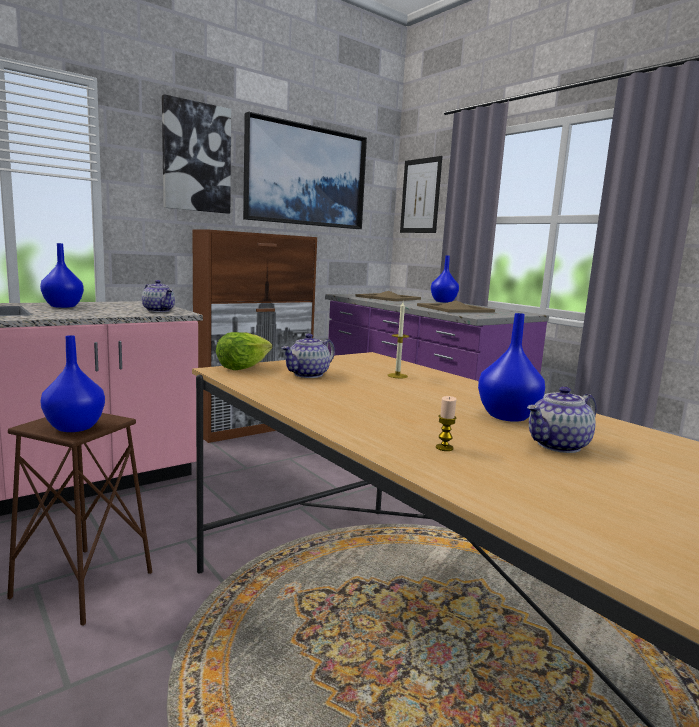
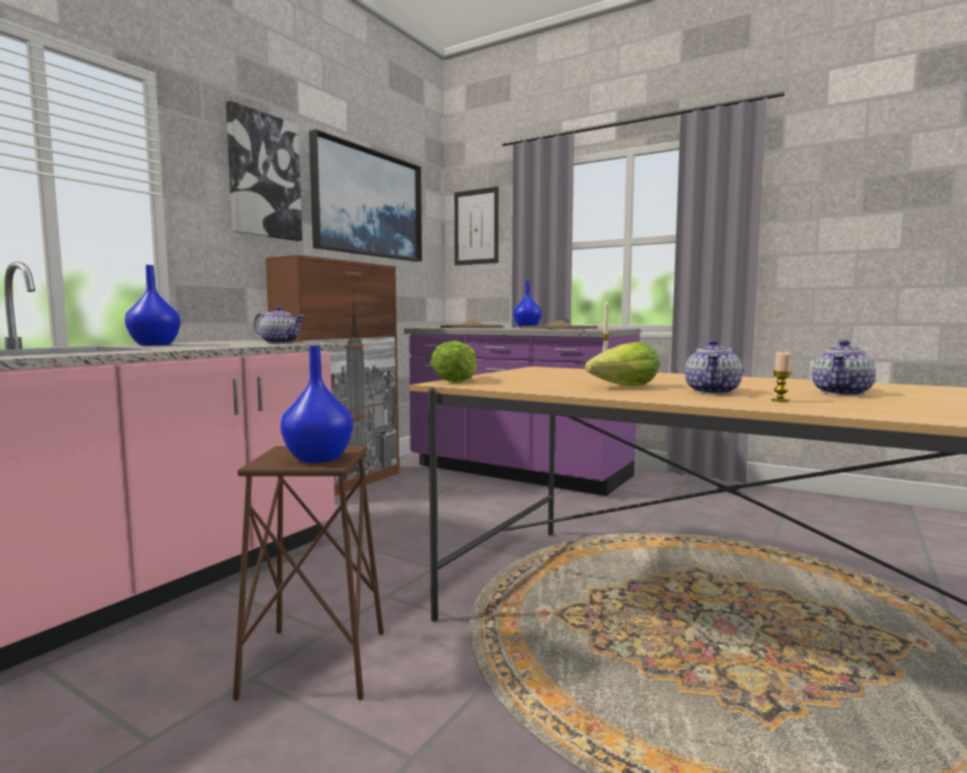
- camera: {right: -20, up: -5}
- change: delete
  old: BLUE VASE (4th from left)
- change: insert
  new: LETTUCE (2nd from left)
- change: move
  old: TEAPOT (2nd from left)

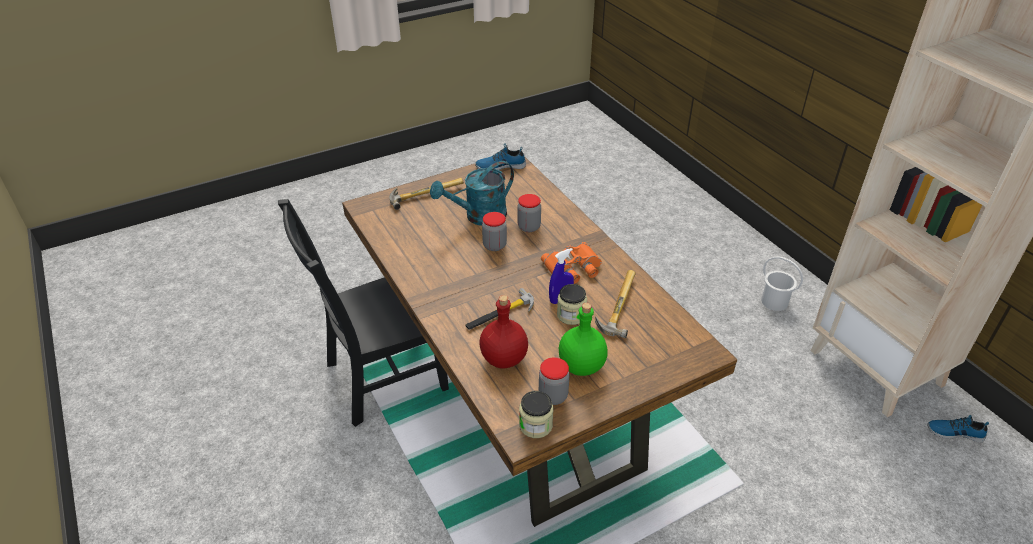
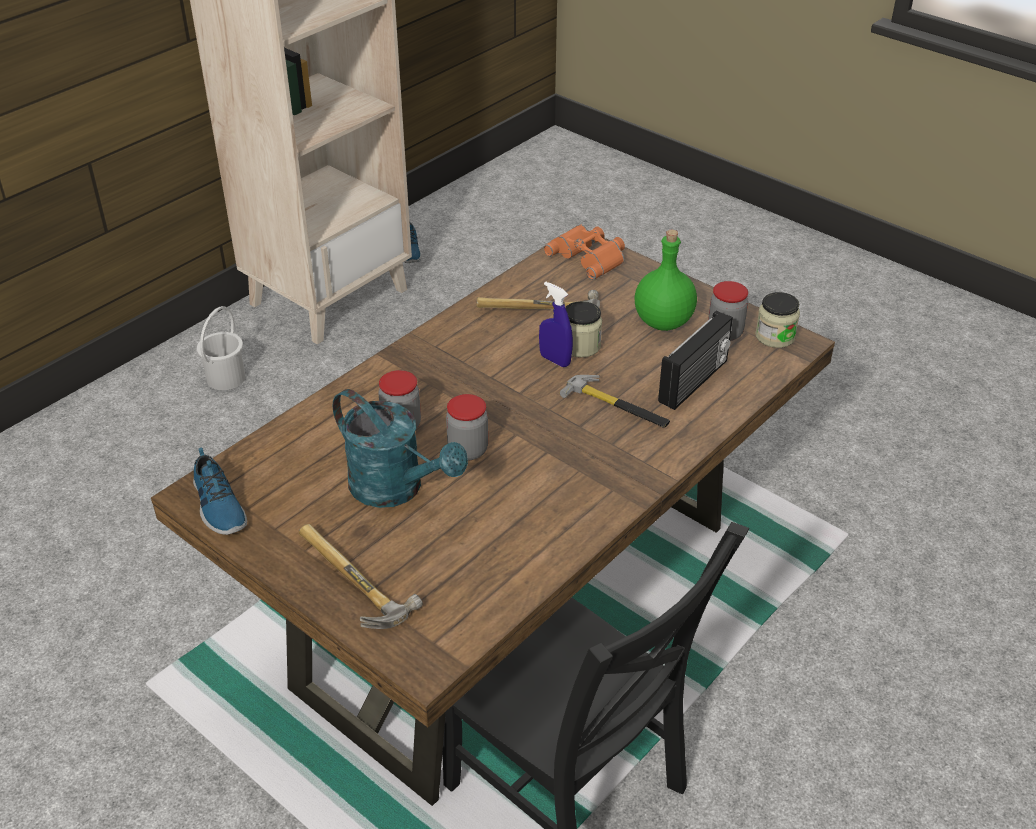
- camera: {right: -110, up: 0}
- change: move
  old: ORANGE BINOCULARS
- change: replace
  old: RED BOTTLE
  new: RADIO

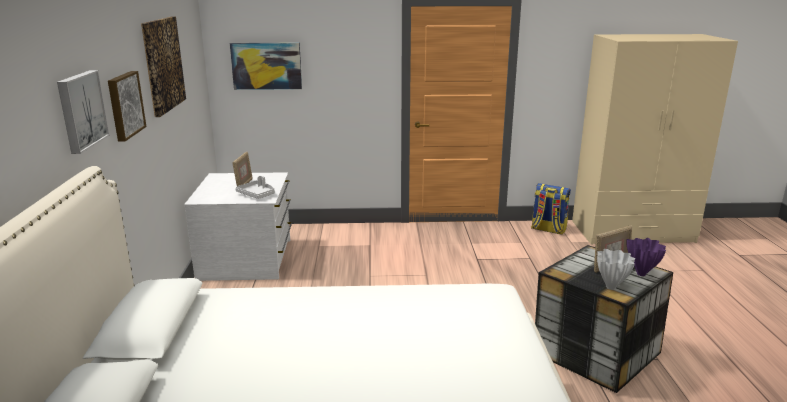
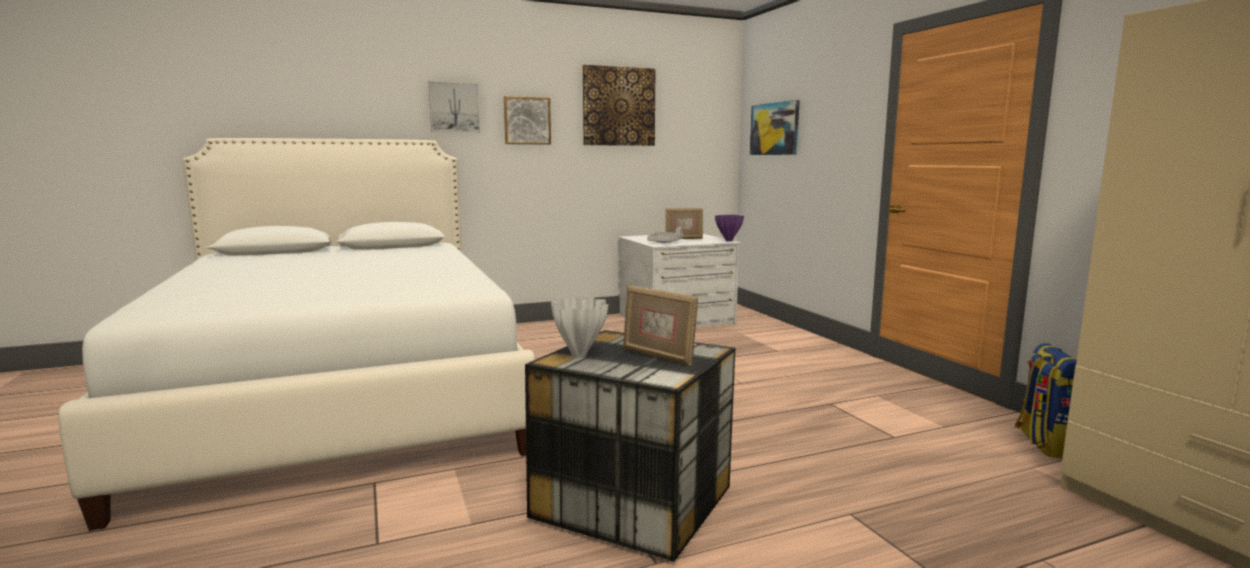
- camera: {right: 70, up: -10}
- change: move
  old: PURPLE VASE

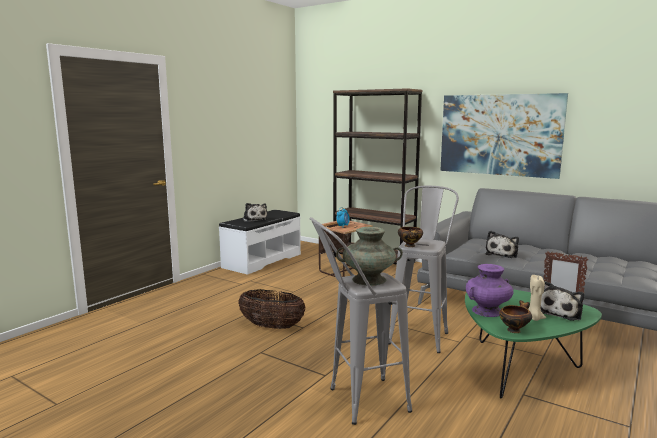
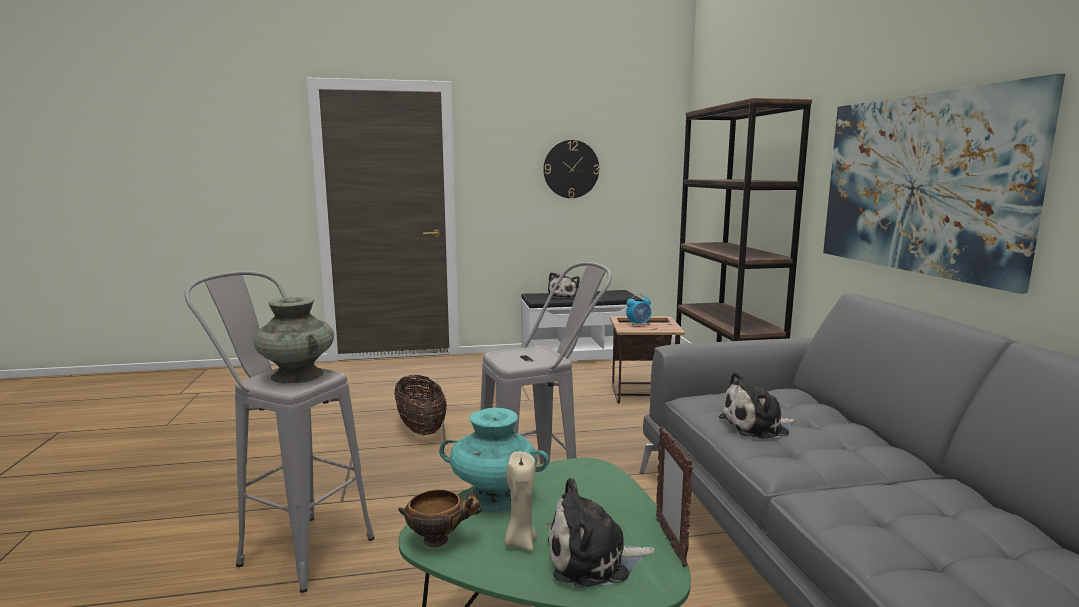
- camera: {right: 45, up: 0}
- change: delete
  old: BOWL (1st from left)
- change: insert
  new: WALL CLOCK
- change: recolor
  old: PURPLE VASE
  new: TURQUOISE VASE (2nd from left)

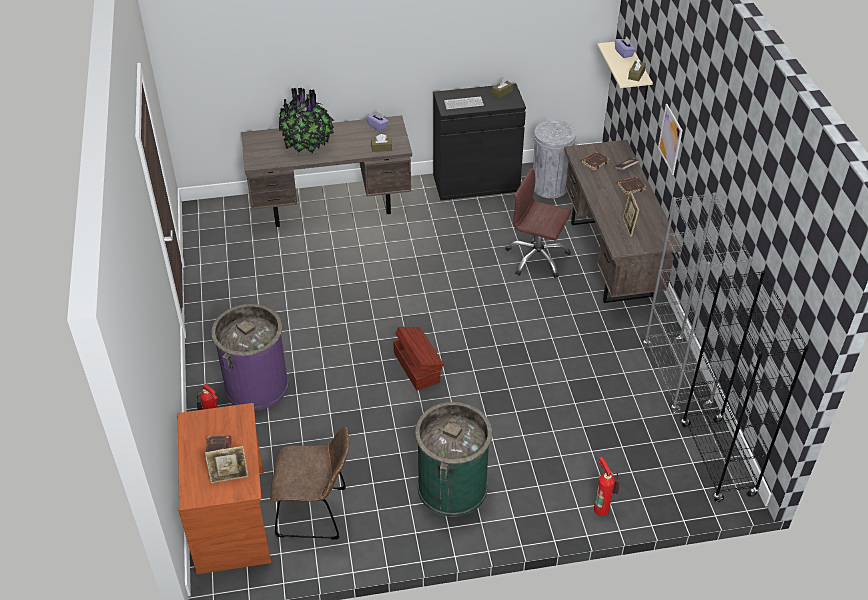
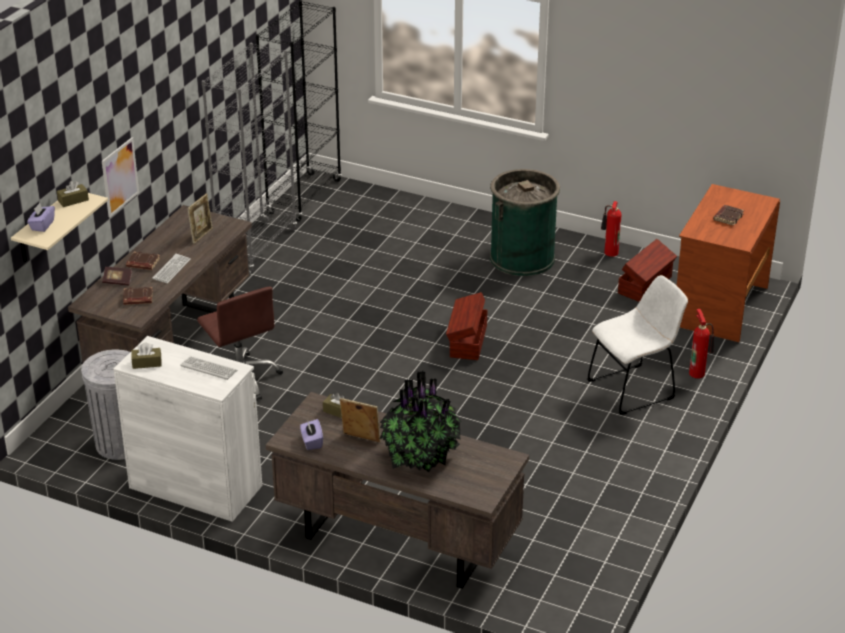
- camera: {right: -145, up: -10}
- change: insert
  new: KEYBOARD (1st from left)
- change: move
  old: PICTURE FRAME (1st from left in the first image)
  new: PICTURE FRAME (2nd from left)
- change: move
  old: FIRE EXTINGUISHER (2nd from left in the first image)
  new: FIRE EXTINGUISHER (1st from left)
- change: replace
  old: PURPLE TRASH CAN
  new: WHITE CHAIR
- change: replace
  old: BROWN CHAIR
  new: BROWN STORAGE BOX (2nd from left)
- change: recolor
  old: BLACK CABINET
  new: WHITE CABINET

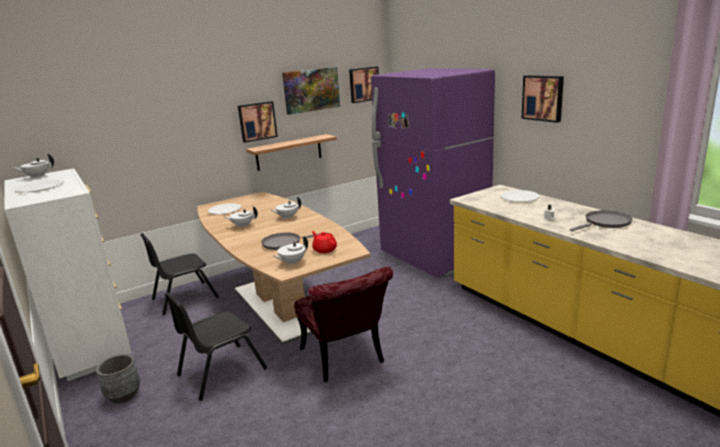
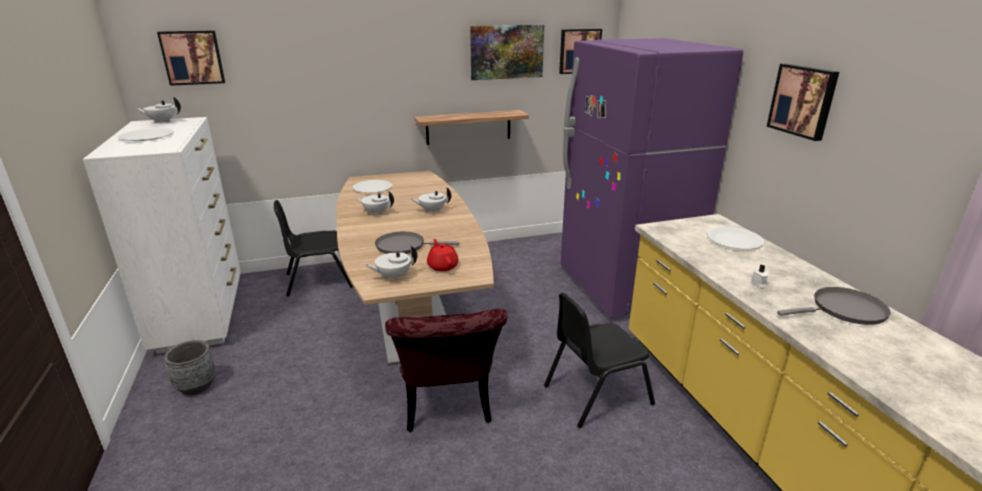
- camera: {right: 15, up: 5}
- change: move
  old: BLACK CHAIR (2nd from left)
- change: move
  old: PICTURE (1st from left)

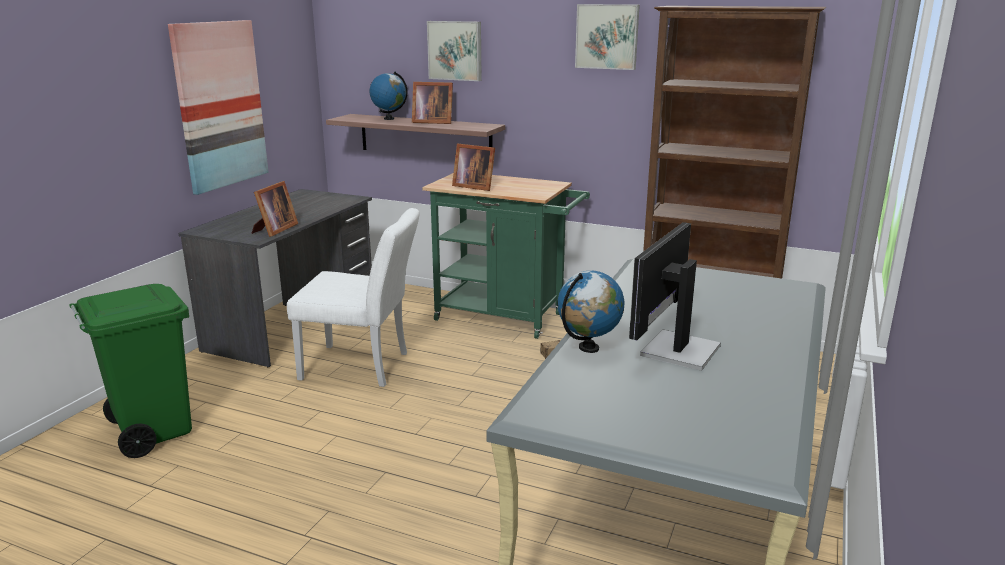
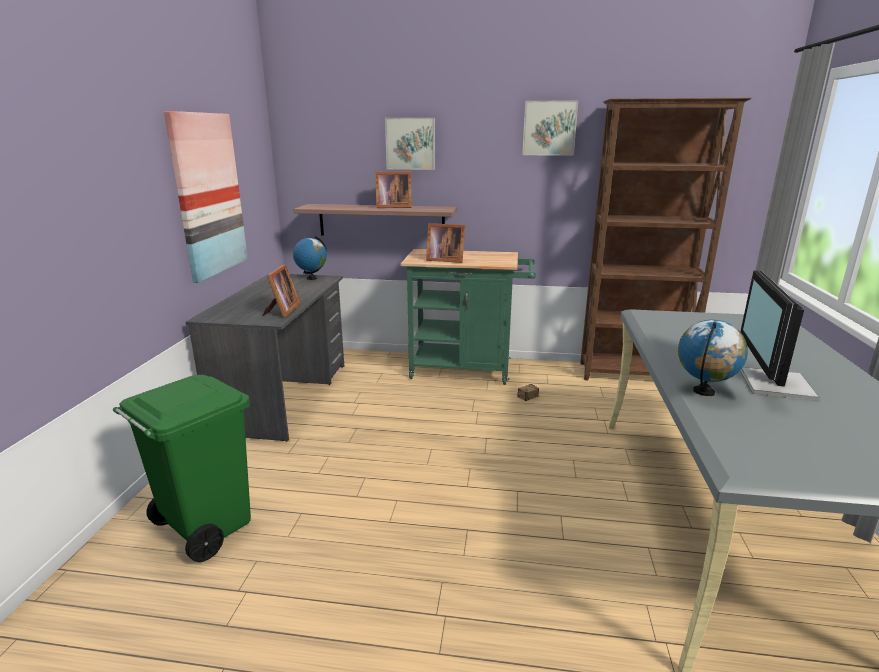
- camera: {right: -15, up: 0}
- change: delete
  old: WHITE CHAIR
- change: move
  old: GLOBE (1st from left)

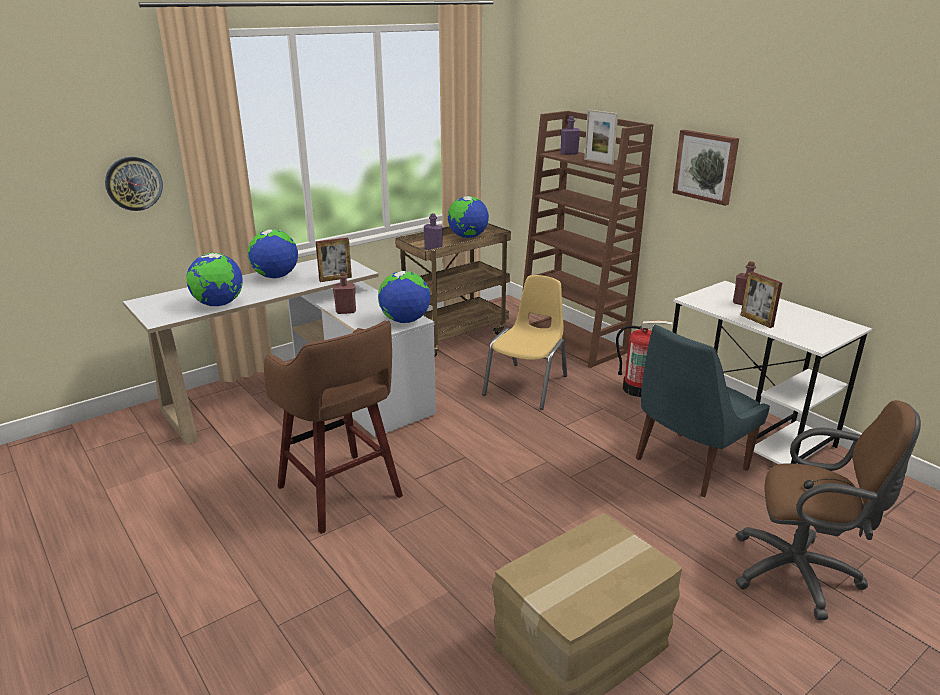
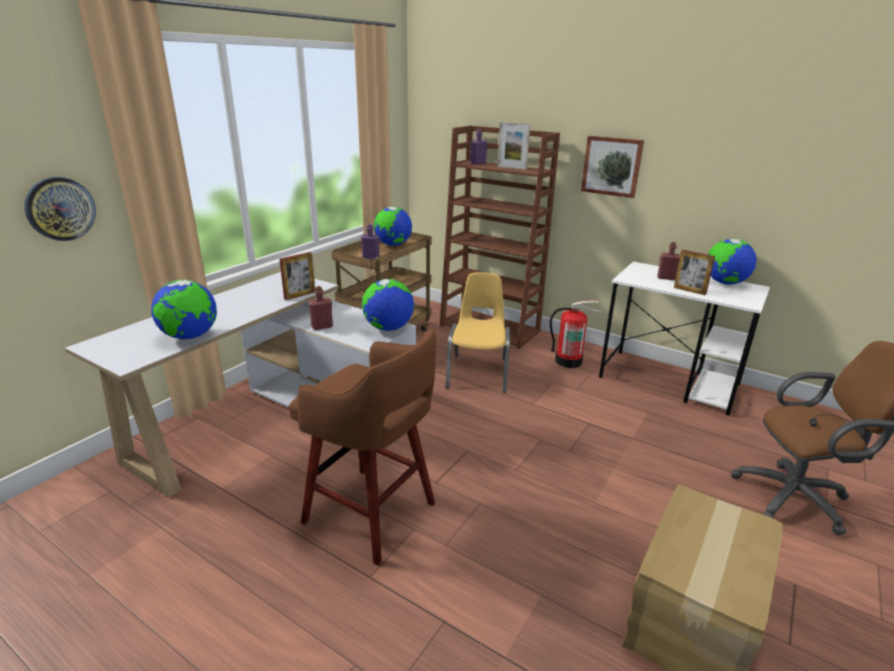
- camera: {right: -20, up: 0}
- change: delete
  old: BLUE CHAIR
- change: move
  old: GLOBE (2nd from left in the first image)
  new: GLOBE (4th from left)

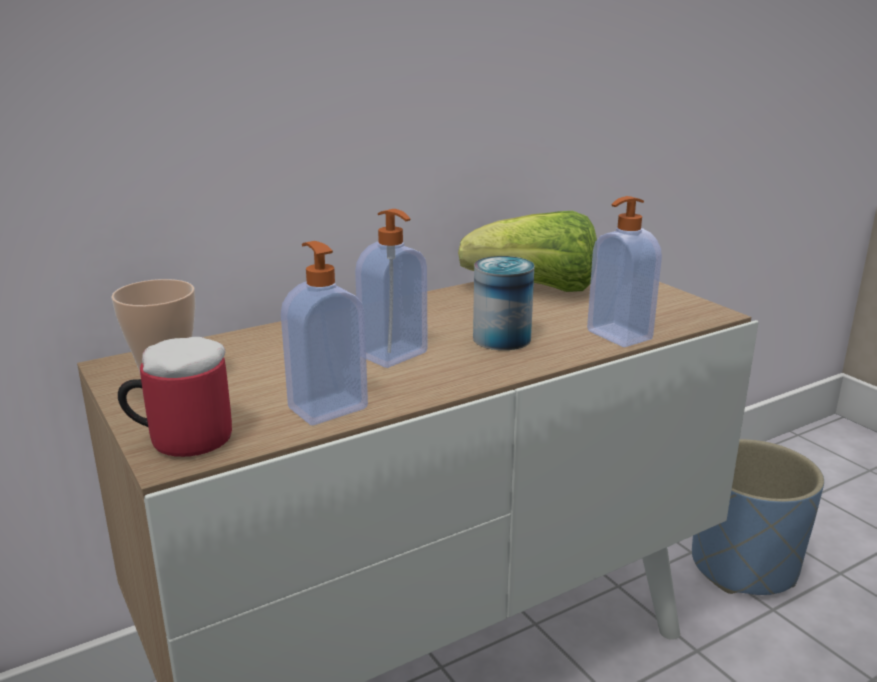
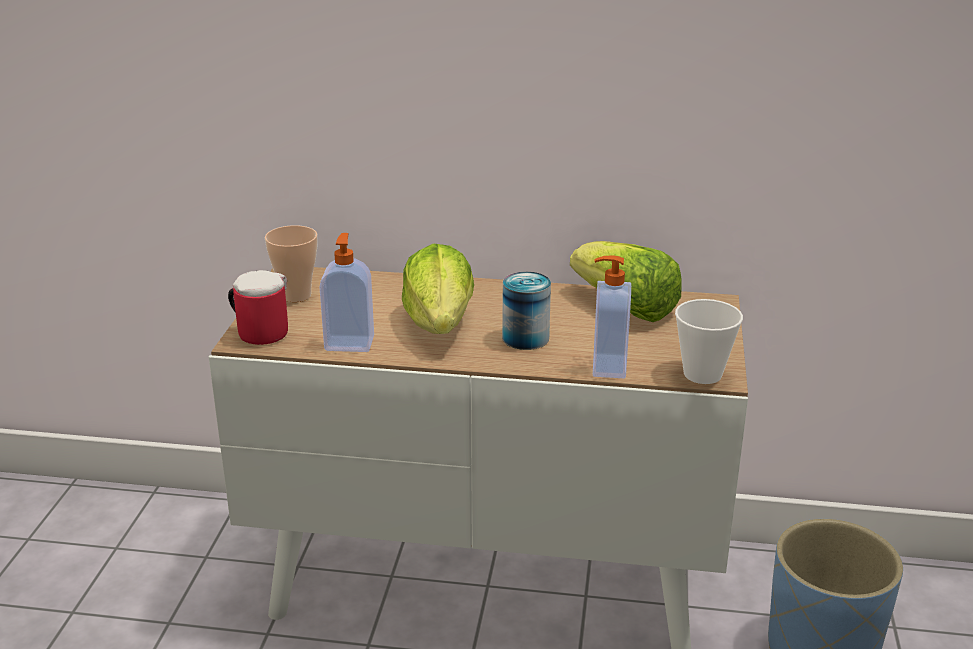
- camera: {right: 40, up: 5}
- change: insert
  new: CUP (2nd from left)
- change: replace
  old: SOAP DISPENSER (2nd from left)
  new: LETTUCE (1st from left)

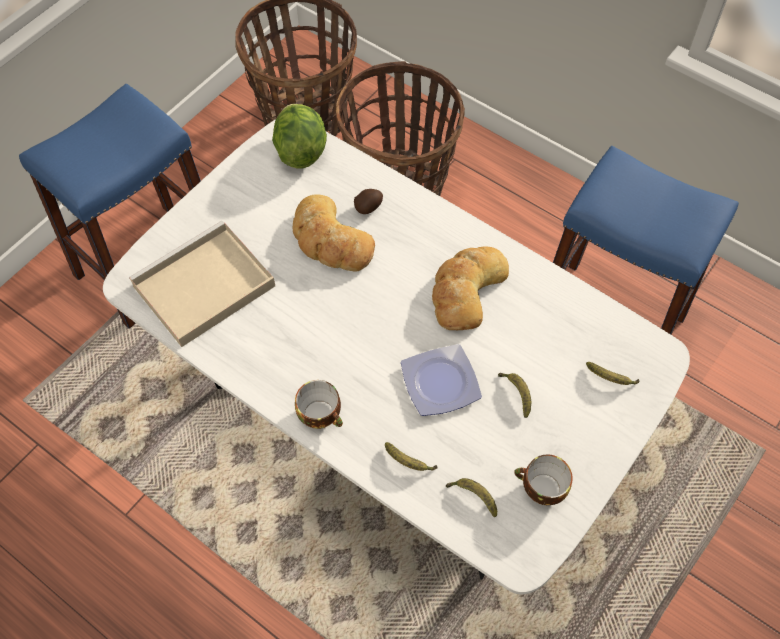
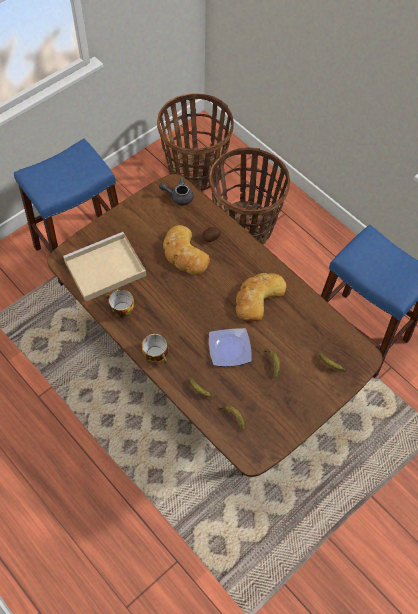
- camera: {right: 10, up: 0}
- change: move
  old: CUP (2nd from left in the first image)
  new: CUP (1st from left)
- change: replace
  old: LETTUCE
  new: GREY TEAPOT
- change: recolor
  old: WHITE DINING TABLE
  new: BROWN DINING TABLE

